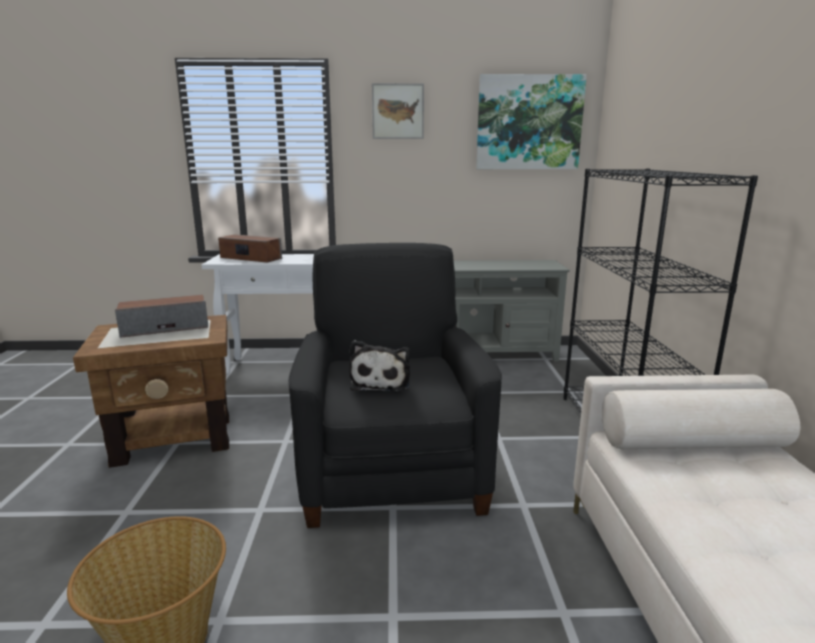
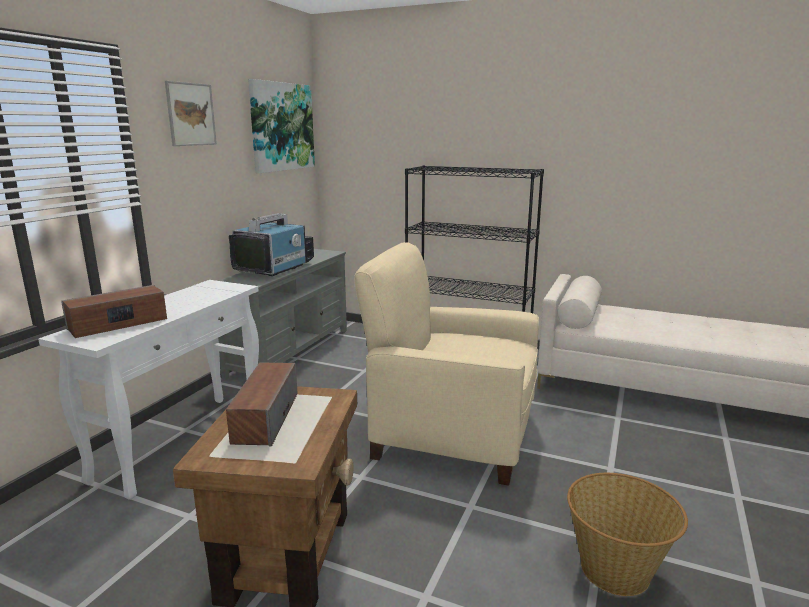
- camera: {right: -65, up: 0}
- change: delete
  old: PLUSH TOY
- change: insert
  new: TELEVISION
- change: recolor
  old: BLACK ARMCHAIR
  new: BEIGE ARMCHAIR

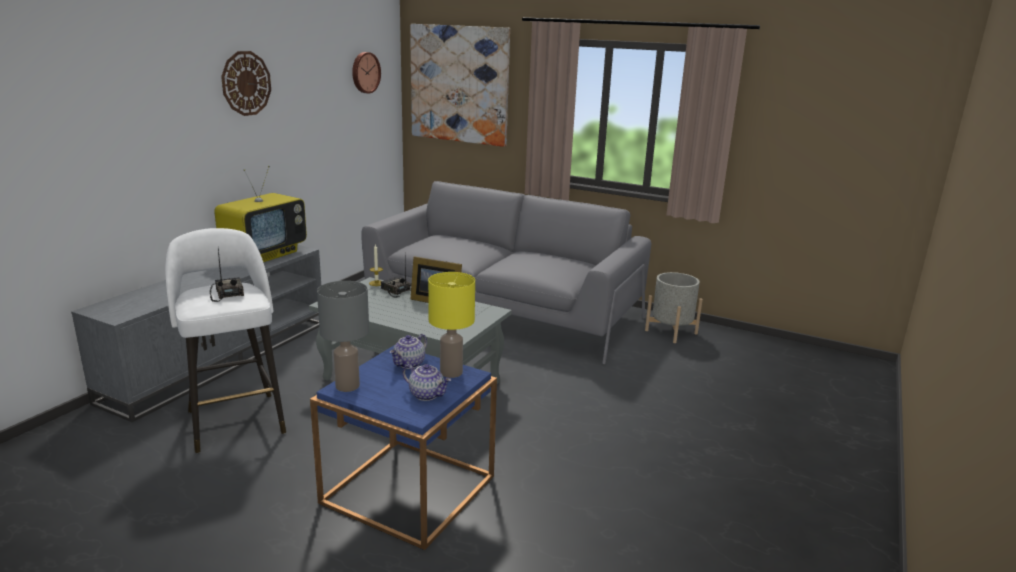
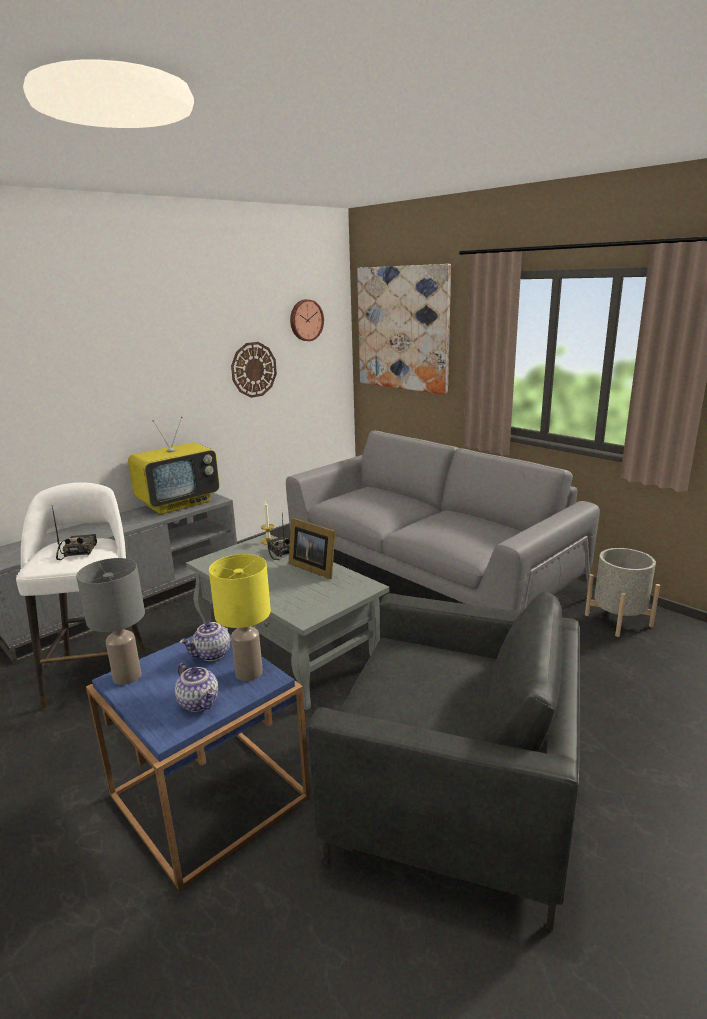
- camera: {right: 20, up: 0}
- change: insert
  new: GREY ARMCHAIR
- change: move
  old: WALL CLOCK (1st from left)

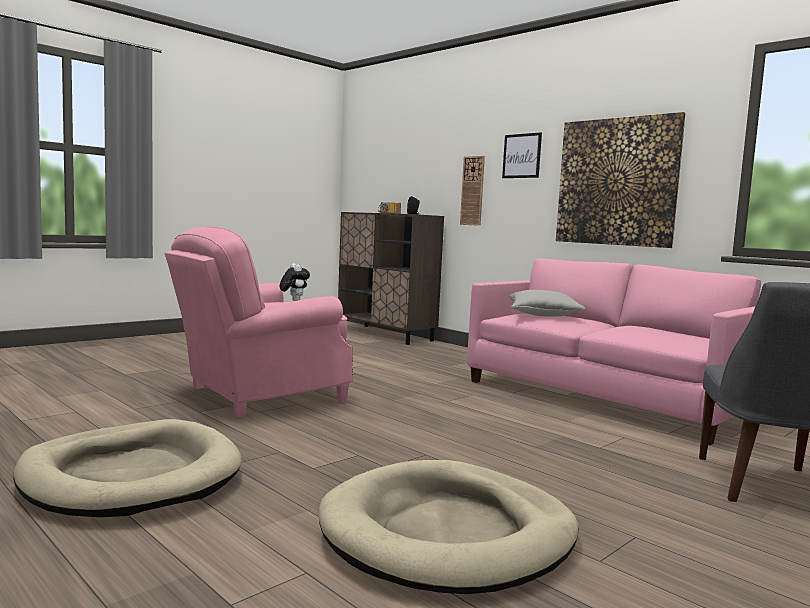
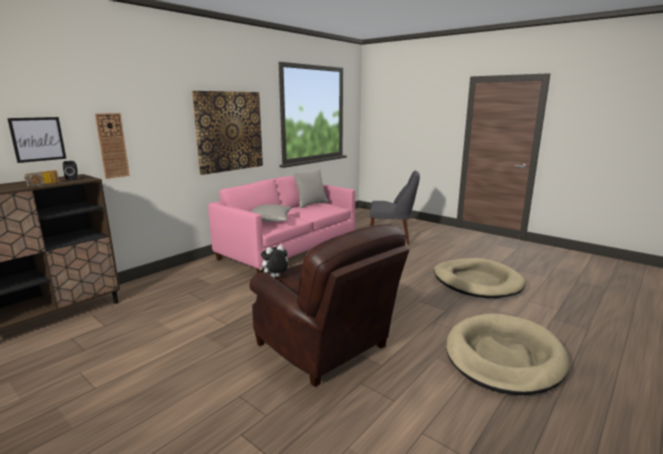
- camera: {right: -95, up: 10}
- change: insert
  new: GREY PILLOW (2nd from left)
- change: move
  old: PICTURE (1st from left)
- change: recolor
  old: PINK ARMCHAIR
  new: BROWN ARMCHAIR

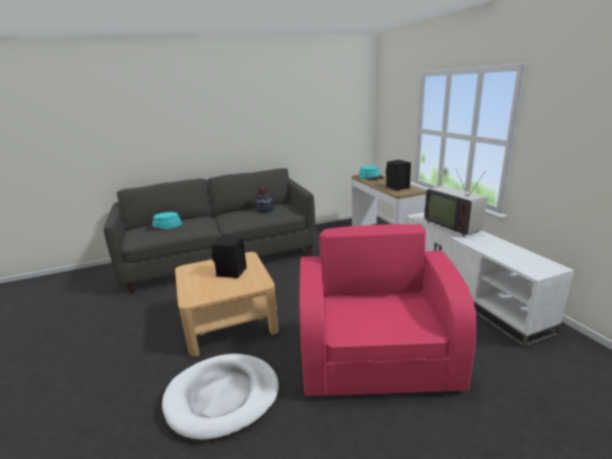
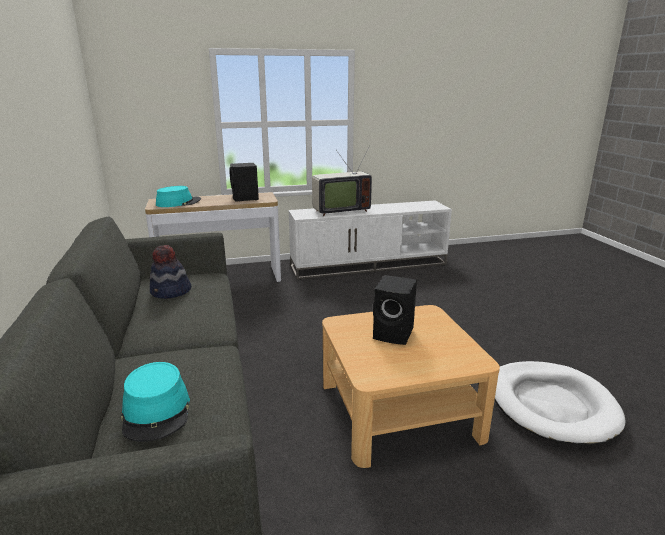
- camera: {right: -85, up: 0}
- change: delete
  old: PINK ARMCHAIR

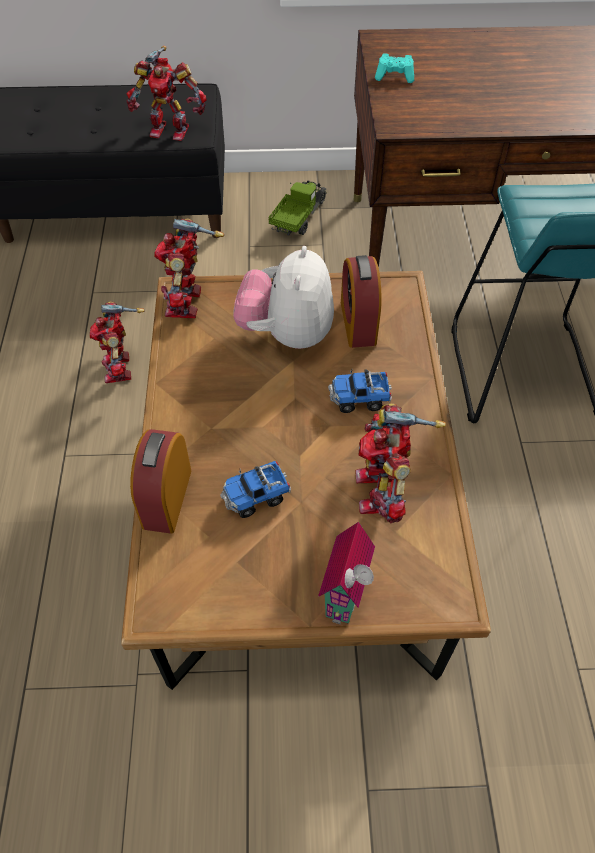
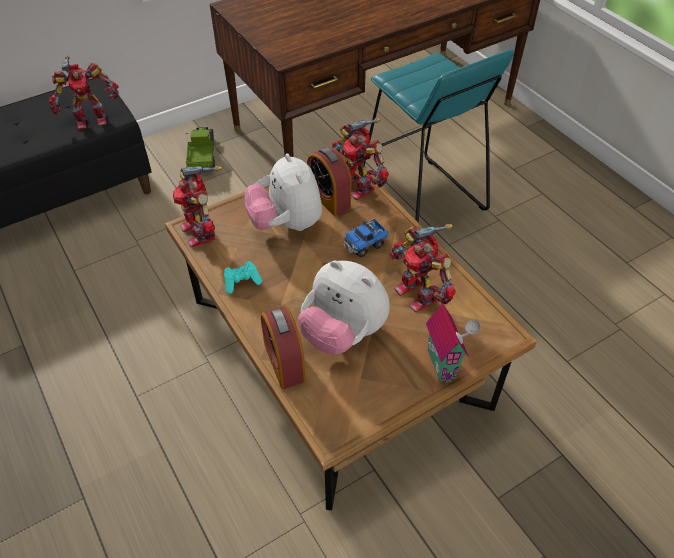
- camera: {right: -30, up: -5}
- change: move
  old: TOY ROBOT (1st from left in the first image)
  new: TOY ROBOT (3rd from left)
- change: move
  old: TURQUOISE GAME CONTROLLER
- change: replace
  old: TOY TRUCK (1st from left)
  new: PLUSH TOY (2nd from left)

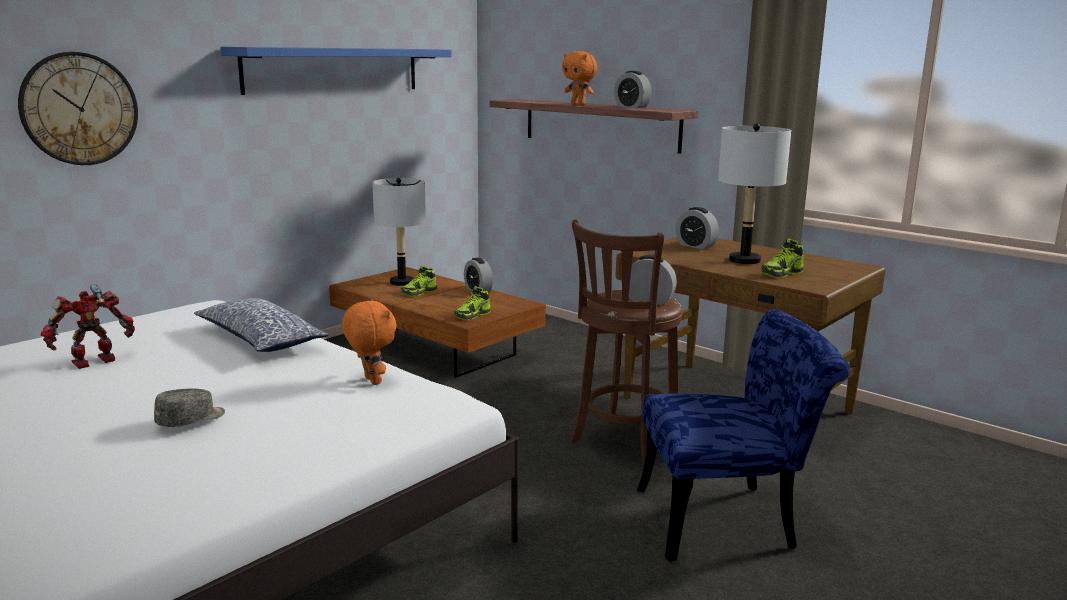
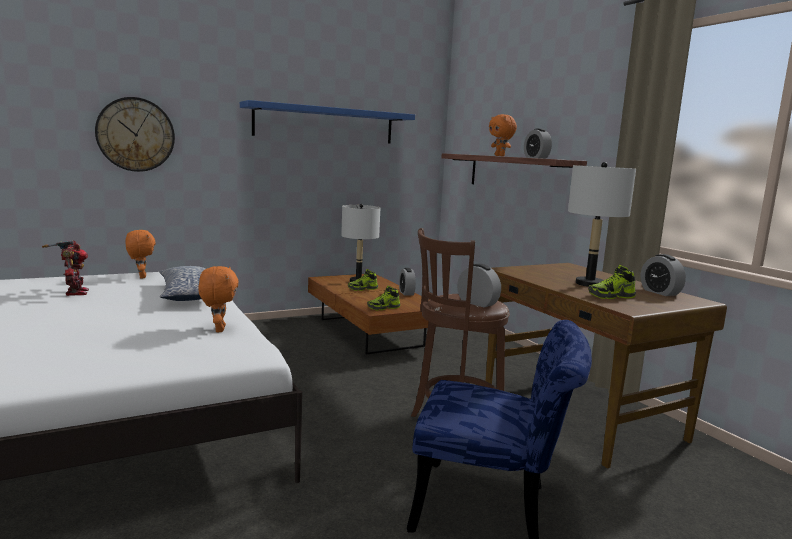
- camera: {right: 20, up: -5}
- change: delete
  old: GREY CAP
- change: insert
  new: ORANGE PLUSH TOY (1st from left)
- change: move
  old: ALARM CLOCK (4th from left)
- change: rotate
  old: TOY ROBOT
  degrees: 90

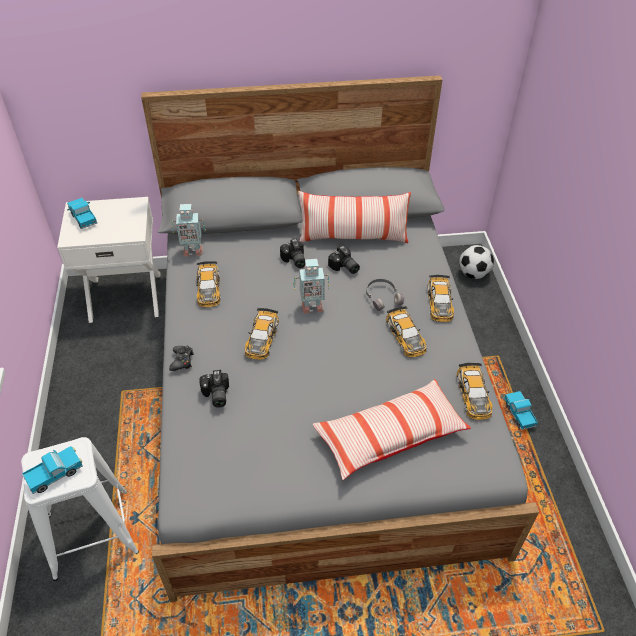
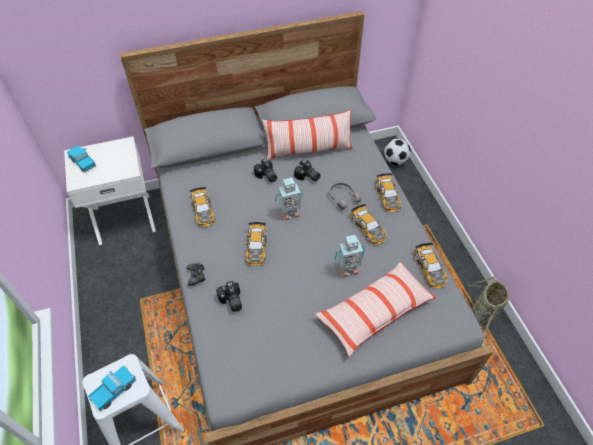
- camera: {right: -10, up: 5}
- change: delete
  old: TOY TRUCK (3rd from left)
- change: insert
  new: BASKET
- change: move
  old: TOY ROBOT (1st from left in the first image)
  new: TOY ROBOT (2nd from left)

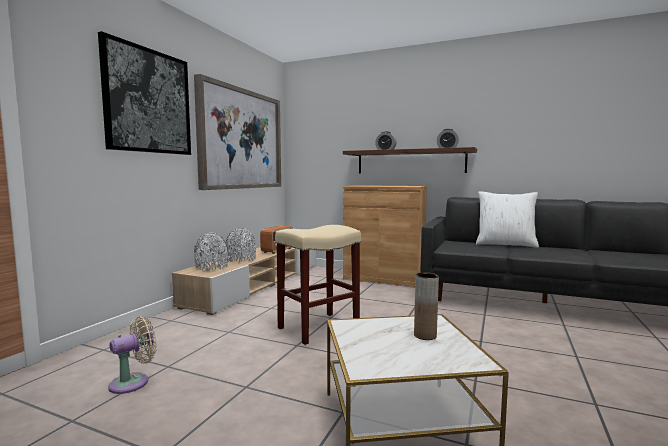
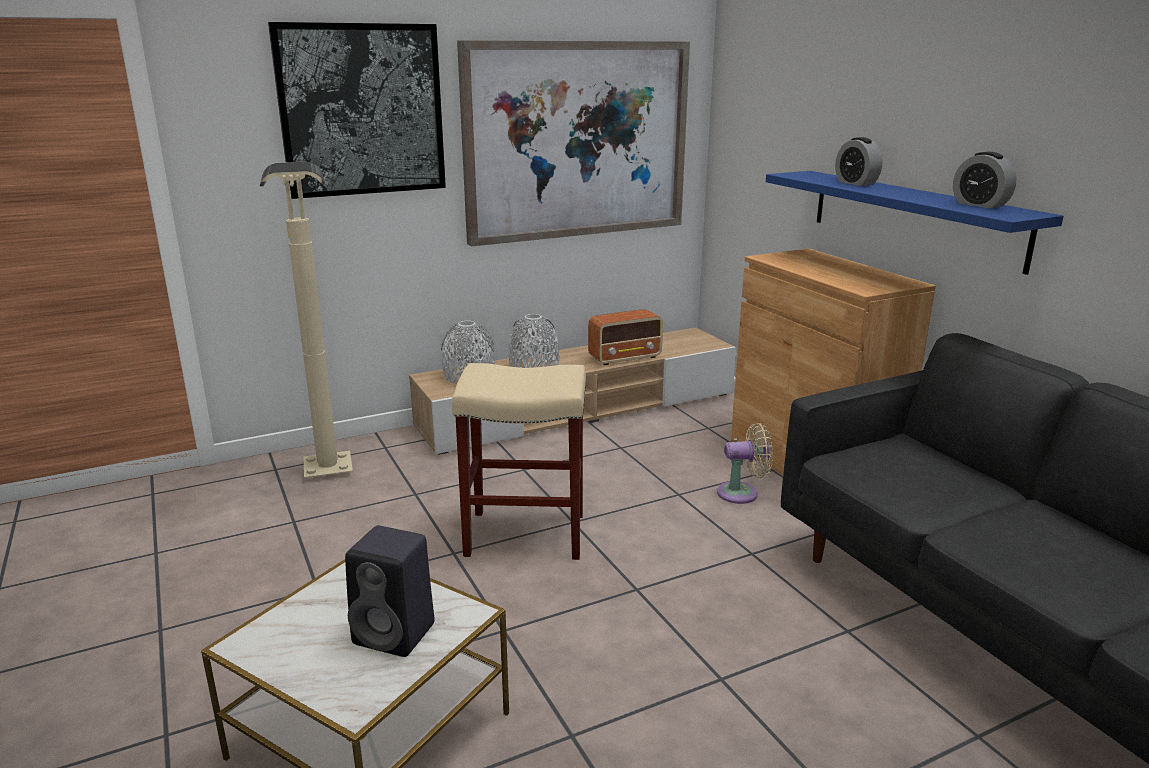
- camera: {right: 40, up: 15}
- change: delete
  old: WHITE PILLOW
- change: insert
  new: BEIGE FLOOR LAMP
- change: move
  old: BEIGE FAN
- change: replace
  old: BROWN VASE
  new: BLACK SPEAKER
- change: recolor
  old: BROWN SHELF
  new: BLUE SHELF

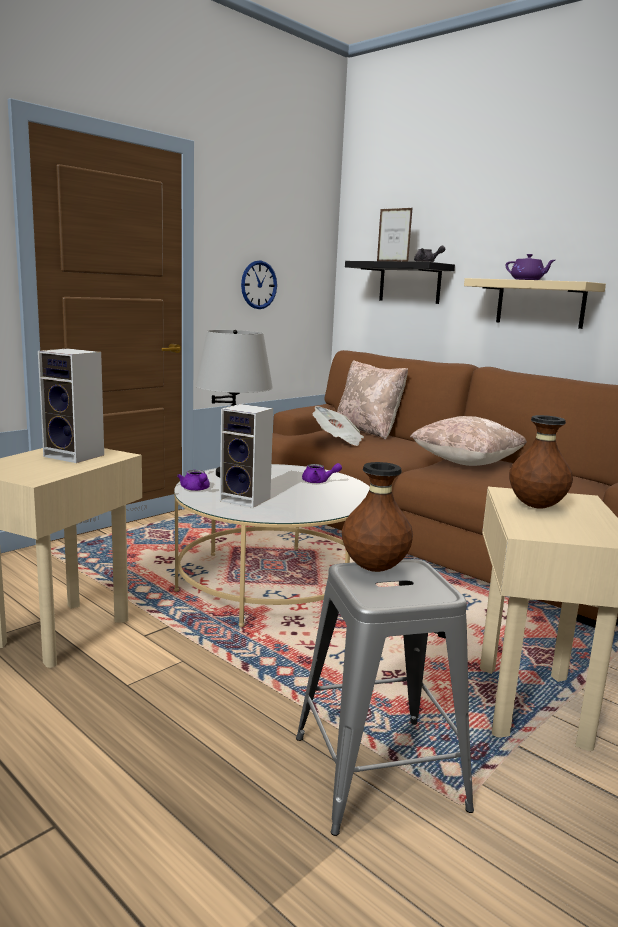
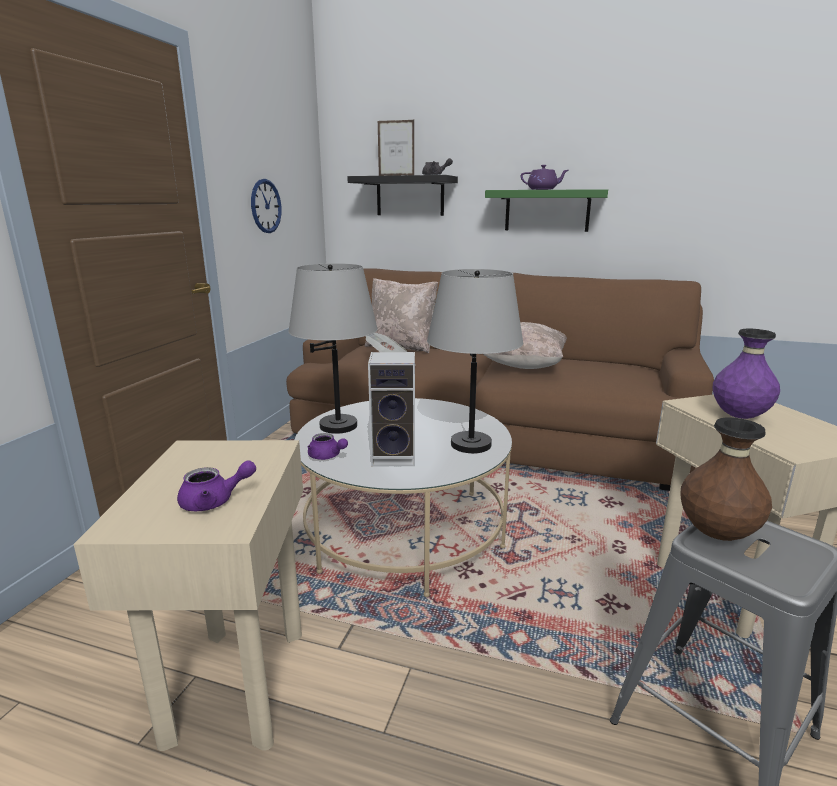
- camera: {right: -25, up: 5}
- change: delete
  old: SPEAKER (1st from left)
- change: insert
  new: GREY TABLE LAMP (2nd from left)
- change: move
  old: PURPLE TEAPOT (2nd from left in the first image)
  new: PURPLE TEAPOT (1st from left)
- change: recolor
  old: BEIGE SHELF
  new: GREEN SHELF
- change: recolor
  old: BROWN VASE (2nd from left)
  new: PURPLE VASE

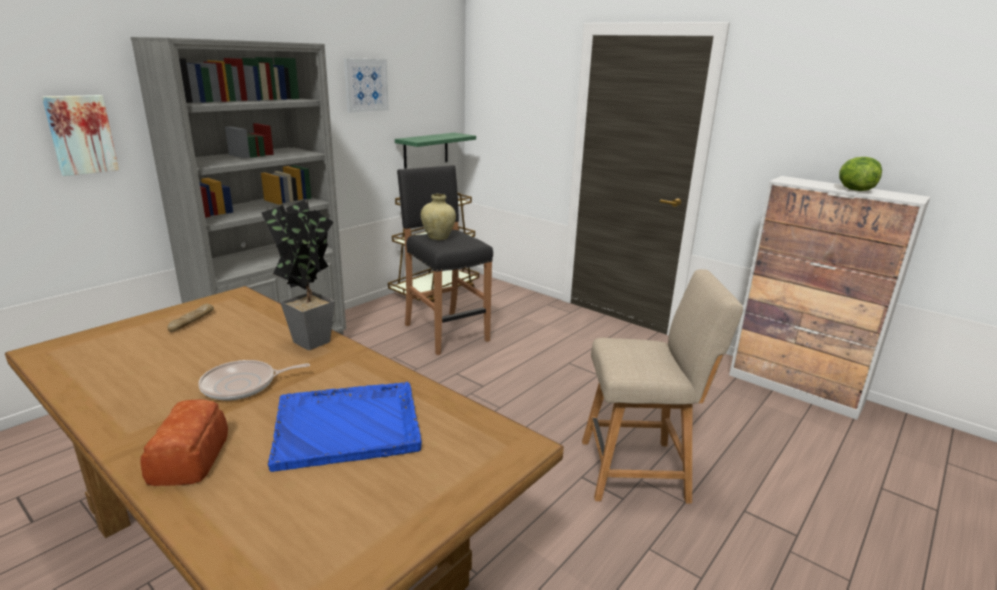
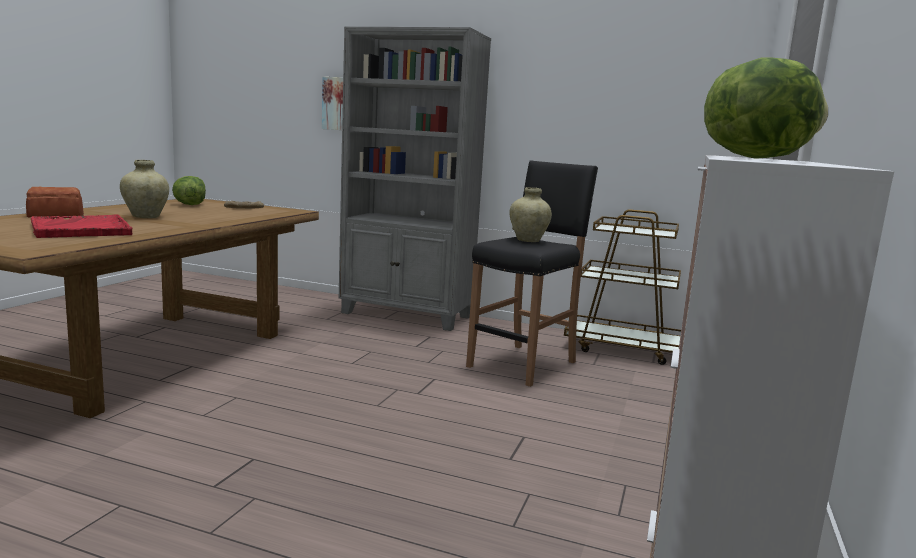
- camera: {right: 70, up: -10}
- change: delete
  old: POTTED PLANT
- change: delete
  old: PICTURE (2nd from left)
- change: delete
  old: GREEN SHELF
- change: delete
  old: BEIGE CHAIR
- change: insert
  new: LETTUCE (1st from left)
- change: replace
  old: FRYING PAN
  new: BEIGE VASE (1st from left)
- change: recolor
  old: BLUE TRAY
  new: RED TRAY

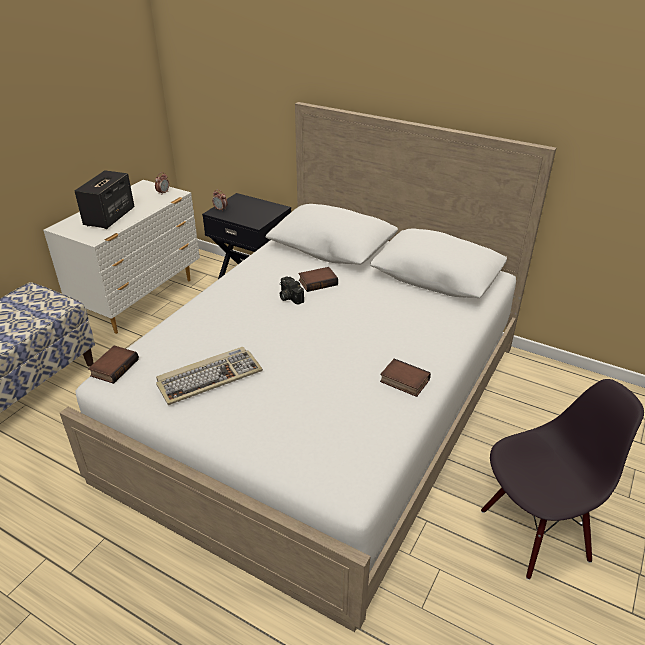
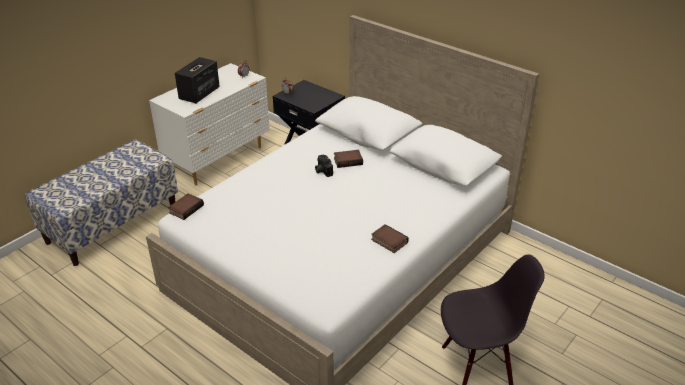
- camera: {right: 10, up: 0}
- change: delete
  old: KEYBOARD

